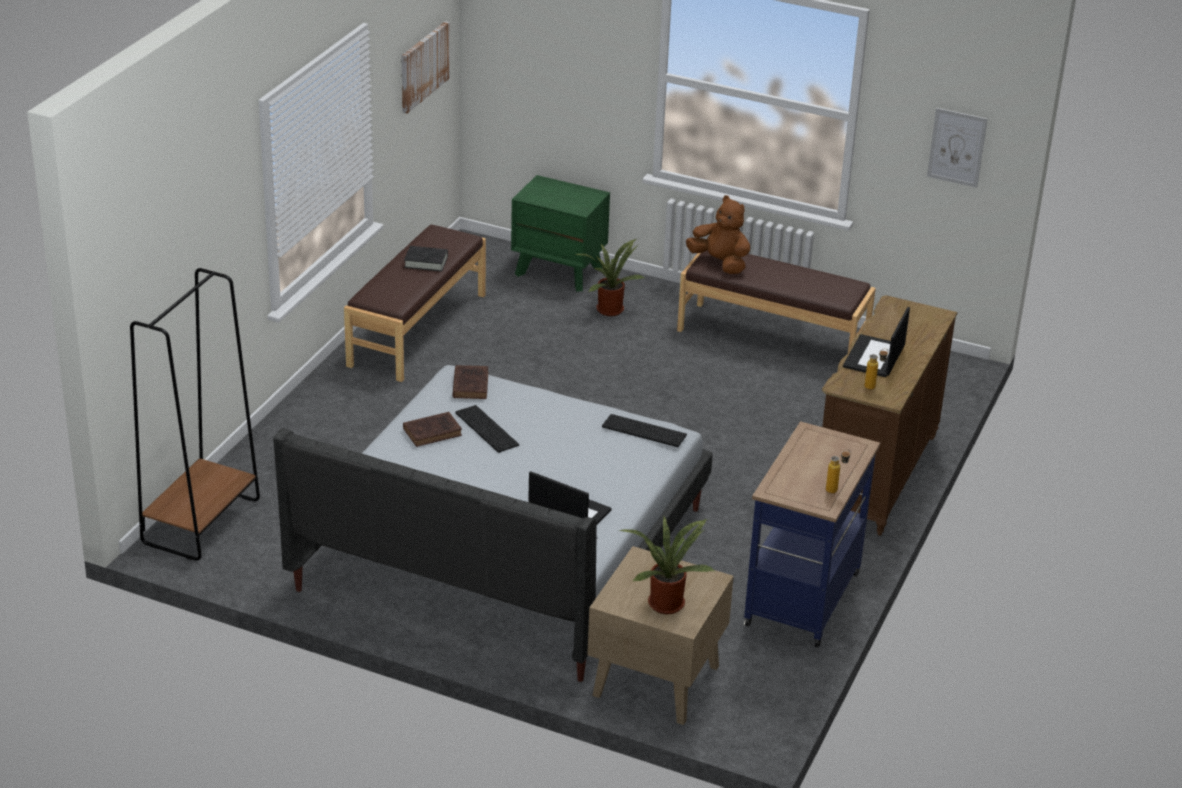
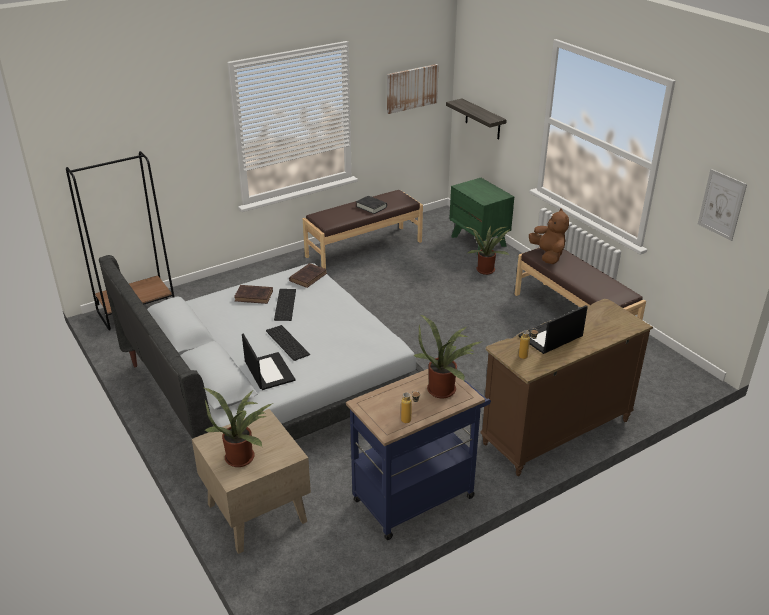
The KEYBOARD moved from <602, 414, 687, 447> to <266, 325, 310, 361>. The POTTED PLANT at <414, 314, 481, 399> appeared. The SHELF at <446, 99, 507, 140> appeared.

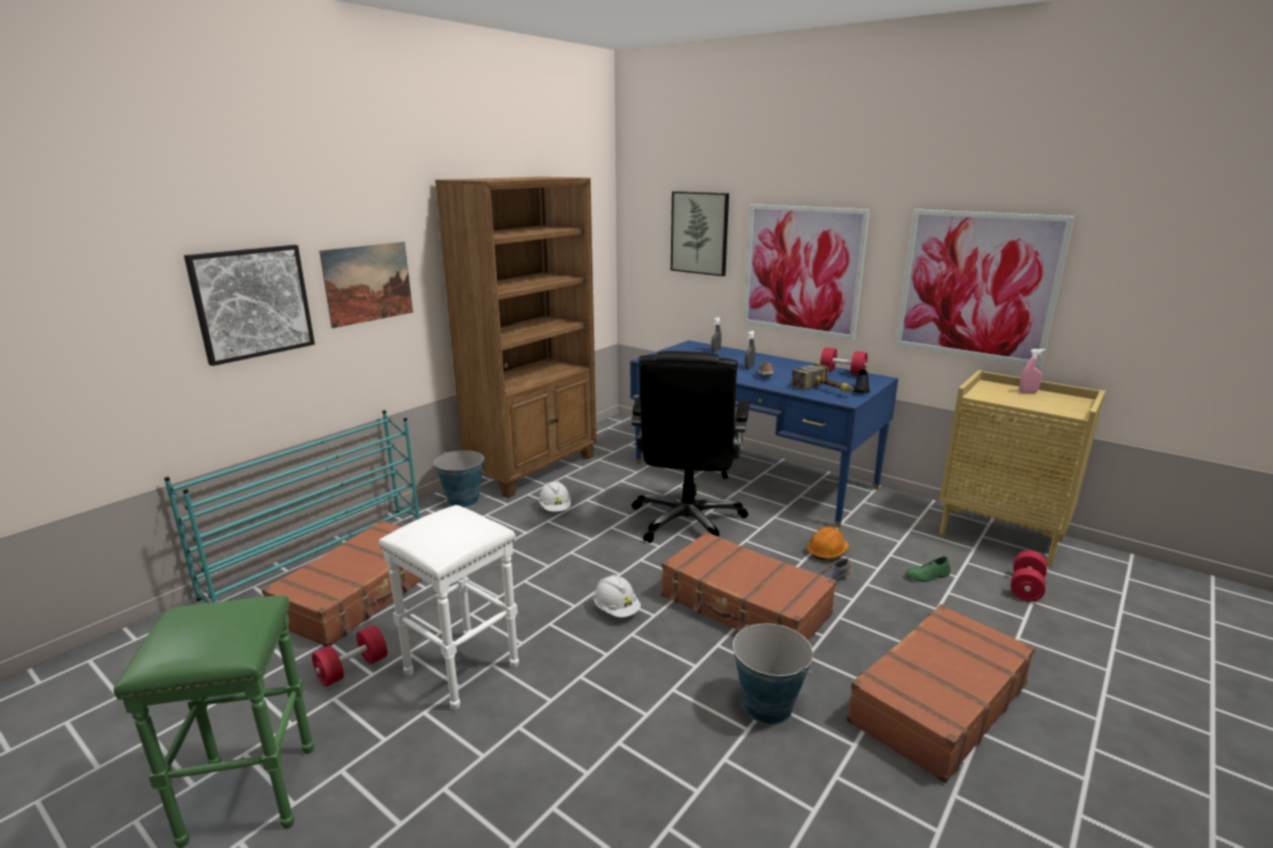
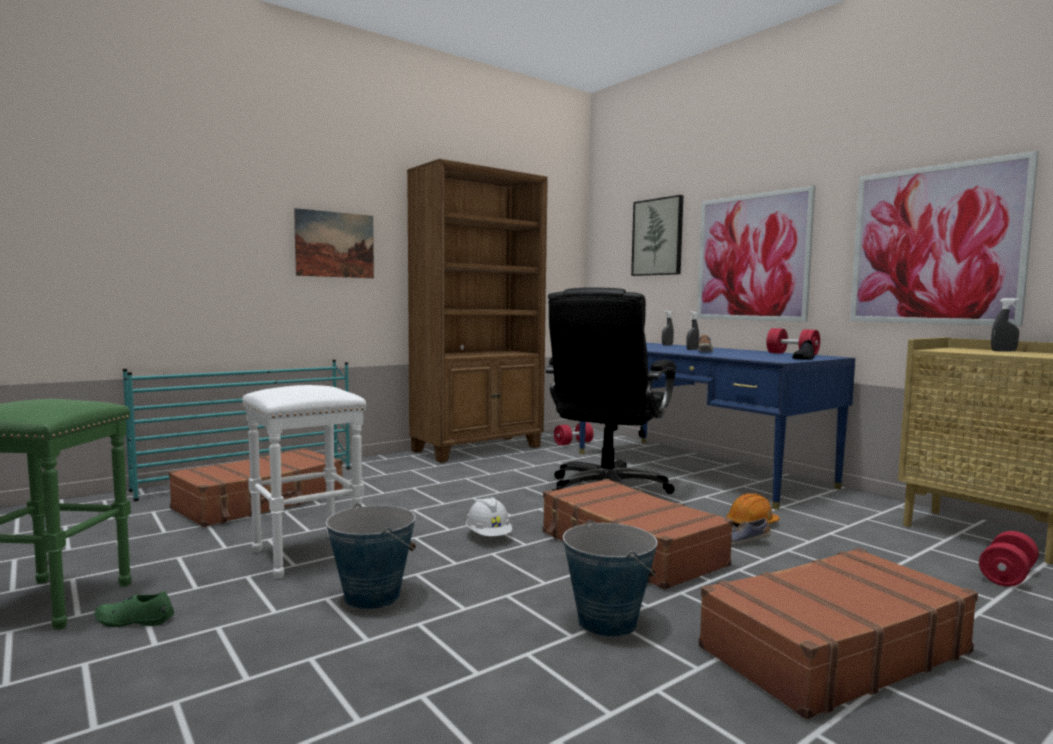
The GREEN SHOE moved from <906, 556, 951, 582> to <95, 591, 174, 627>. The BUCKET moved from <434, 450, 485, 508> to <326, 504, 416, 610>. The RED DUMBBELL moved from <312, 625, 387, 687> to <554, 422, 594, 445>. The PINK SPRAY BOTTLE at <1019, 349, 1045, 393> became the GREY SPRAY BOTTLE at <991, 298, 1019, 352>. The PICTURE at <184, 245, 315, 366> disappeared. The WHITE HARD HAT at <539, 481, 571, 512> disappeared. The HAMMER at <791, 363, 854, 393> disappeared.

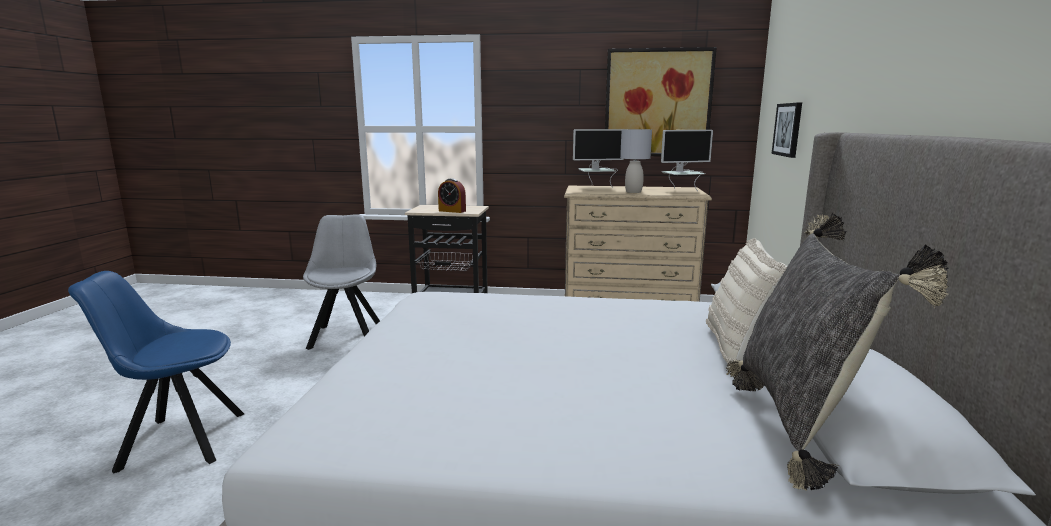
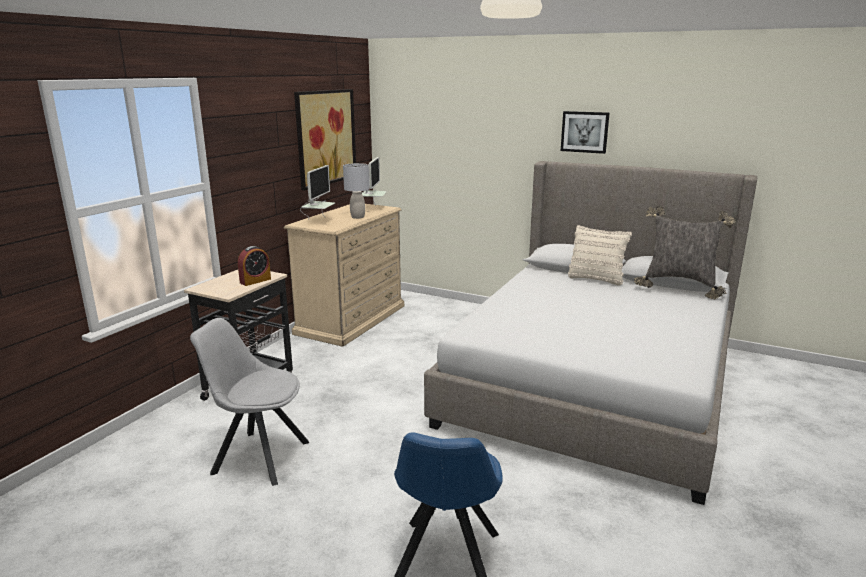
The PICTURE moved from <771, 103, 802, 158> to <561, 111, 610, 154>.

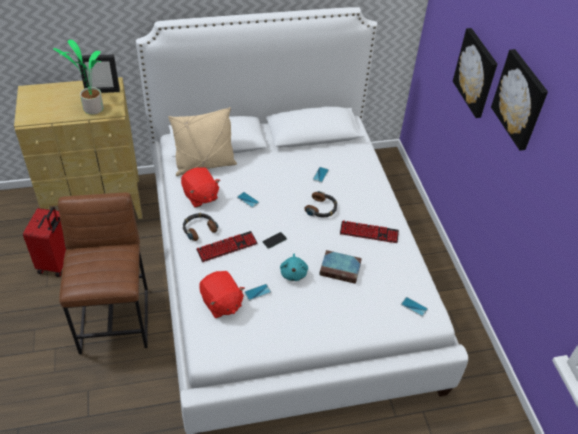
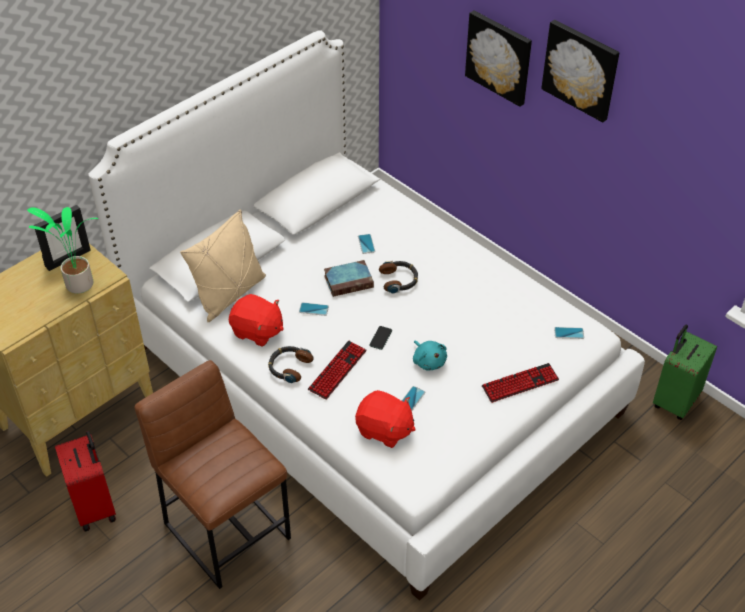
The BOOK moved from <319, 250, 362, 284> to <324, 260, 374, 297>. The KEYBOARD moved from <340, 220, 399, 243> to <482, 363, 559, 403>. The GREEN SUITCASE at <653, 325, 717, 420> appeared.

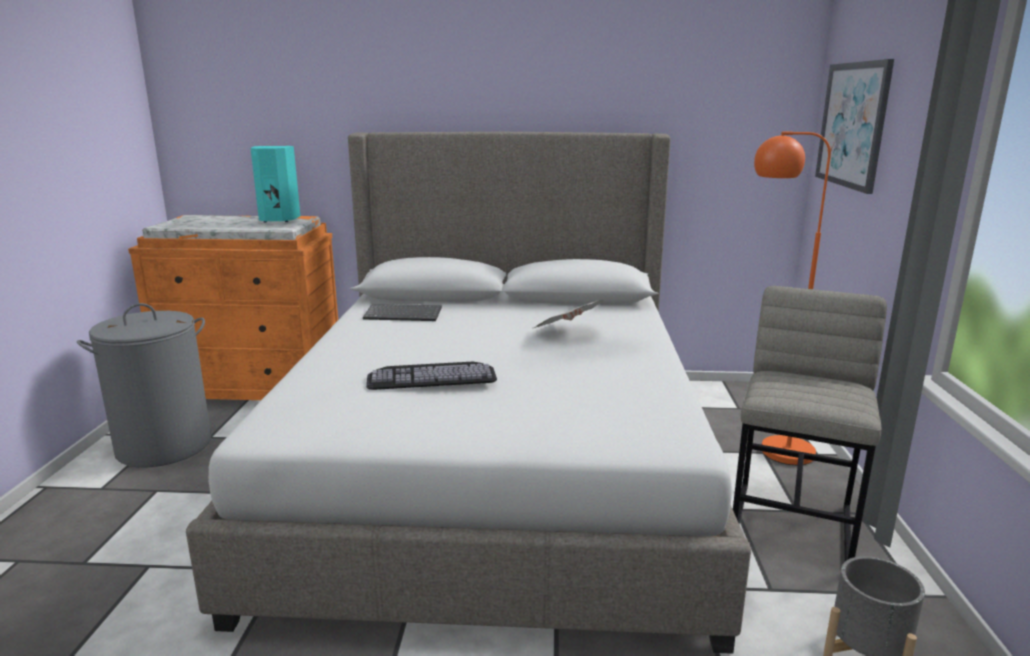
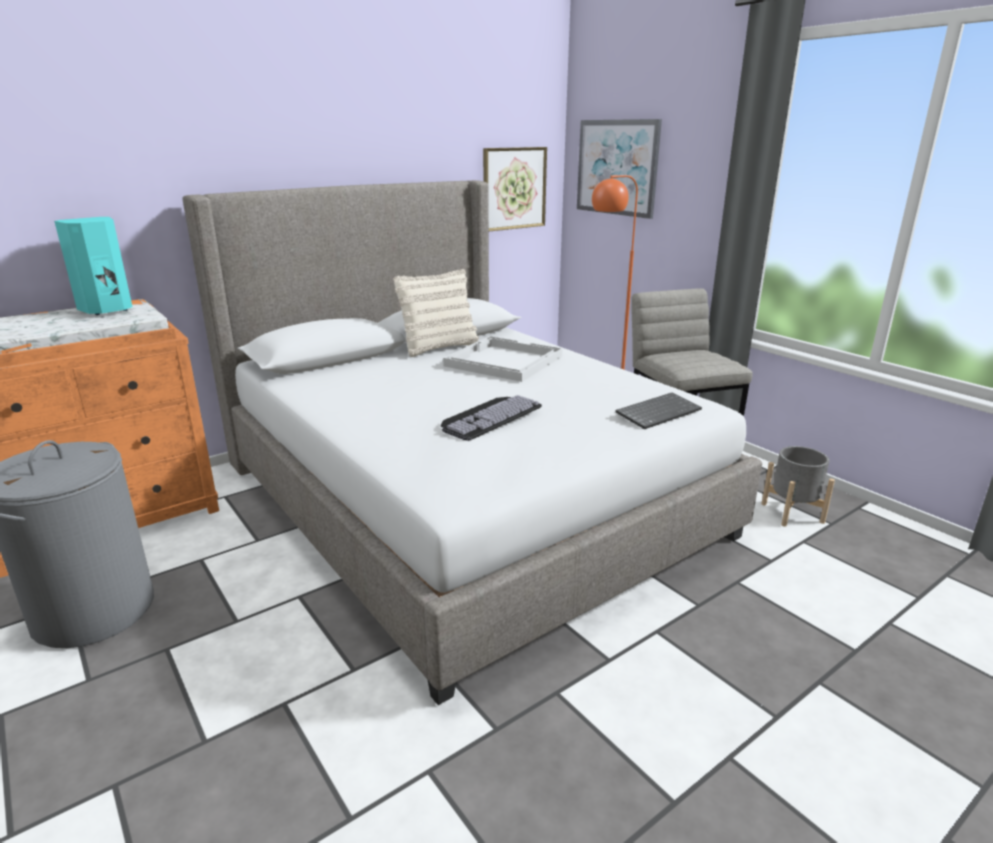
The BEIGE PILLOW at <393, 269, 479, 357> appeared. The NEWSPAPER at <534, 300, 604, 328> was replaced by the WHITE TRAY at <443, 336, 563, 382>. The PICTURE at <483, 147, 547, 231> appeared. The KEYBOARD moved from <363, 304, 442, 321> to <615, 392, 702, 429>.

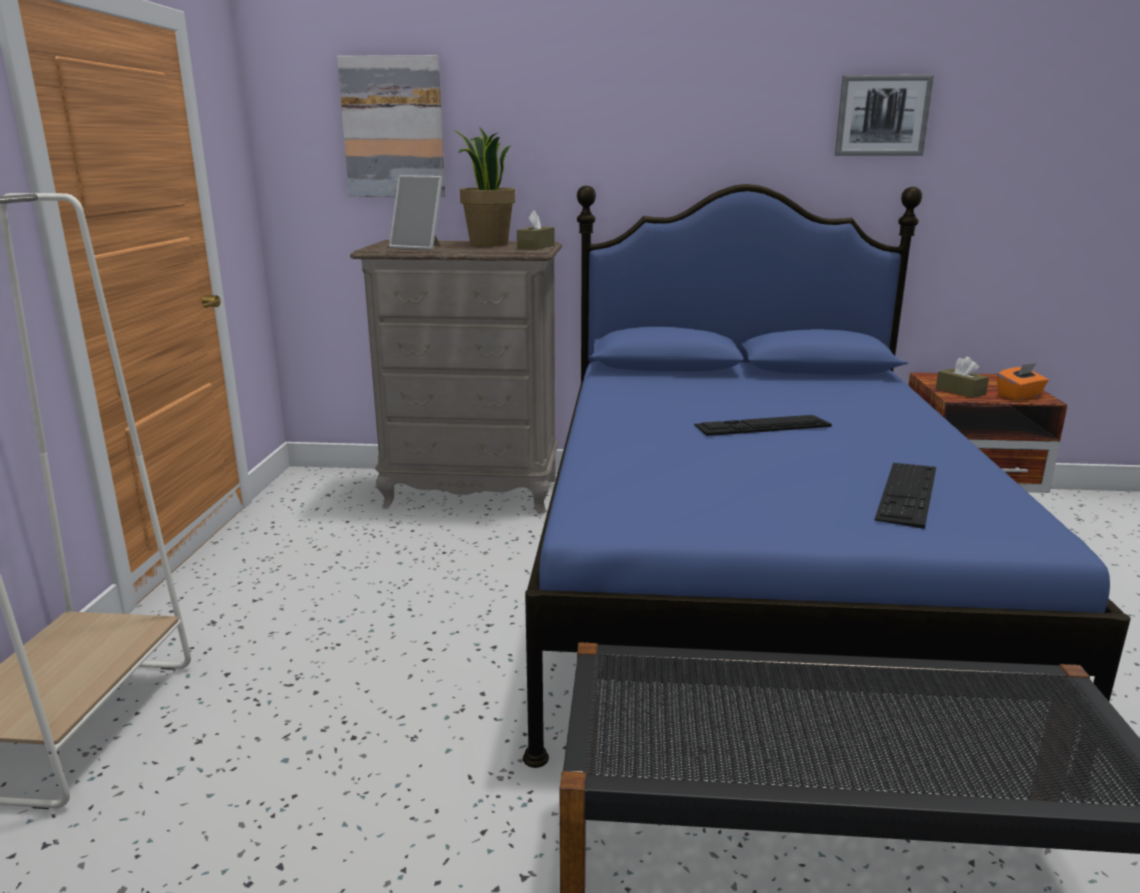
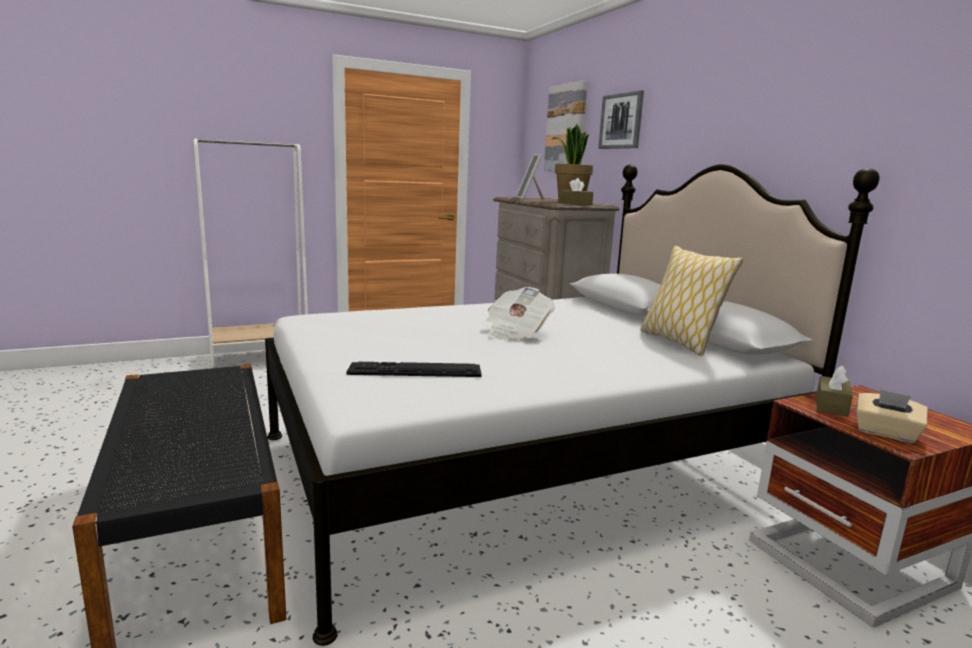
The BLUE BED at <523, 184, 1131, 798> became the WHITE BED at <265, 164, 880, 646>. The KEYBOARD at <694, 415, 832, 436> was replaced by the NEWSPAPER at <486, 287, 555, 340>. The PICTURE moved from <835, 75, 934, 156> to <598, 90, 644, 149>. The PILLOW at <640, 246, 743, 356> appeared. The ORANGE TISSUE BOX at <997, 363, 1049, 400> became the BEIGE TISSUE BOX at <856, 389, 927, 443>.

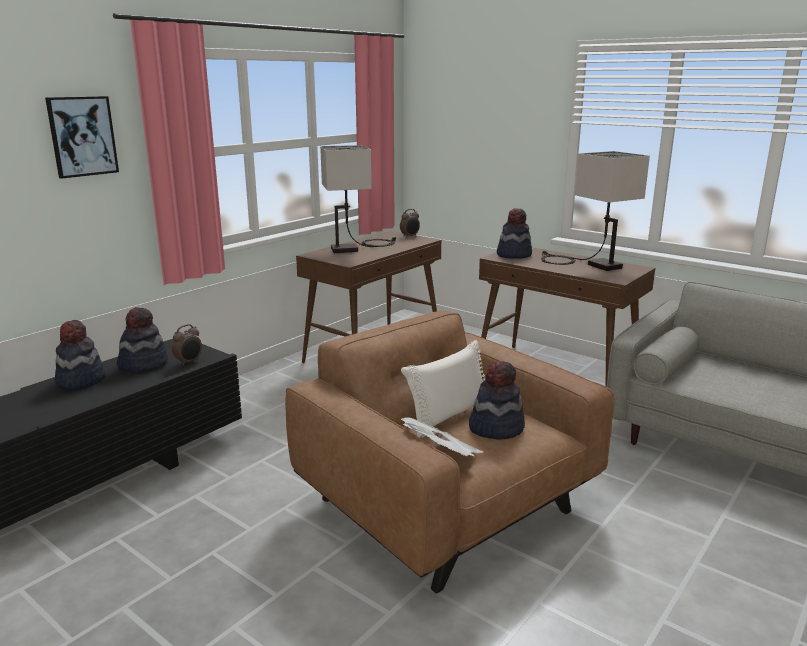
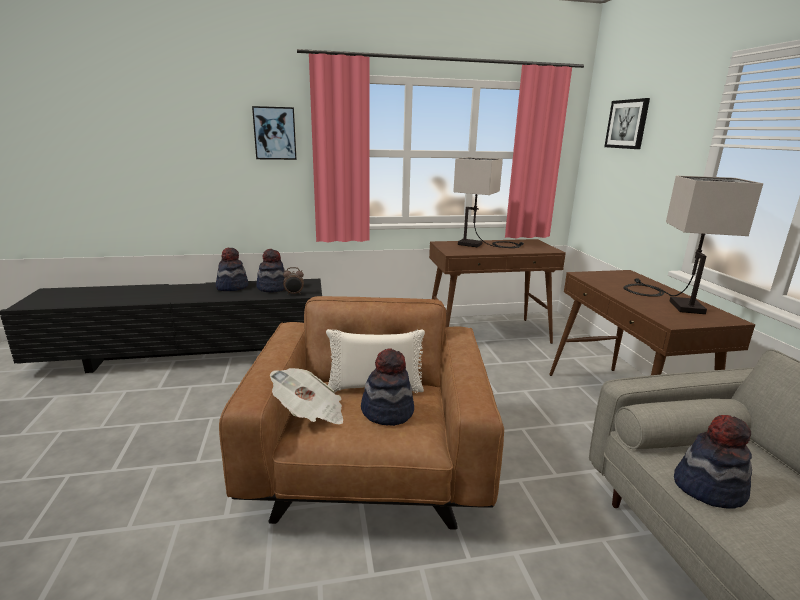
The PICTURE at <604, 98, 650, 149> appeared. The HAT moved from <497, 208, 532, 259> to <674, 415, 752, 508>. The ALARM CLOCK at <400, 209, 420, 238> disappeared.

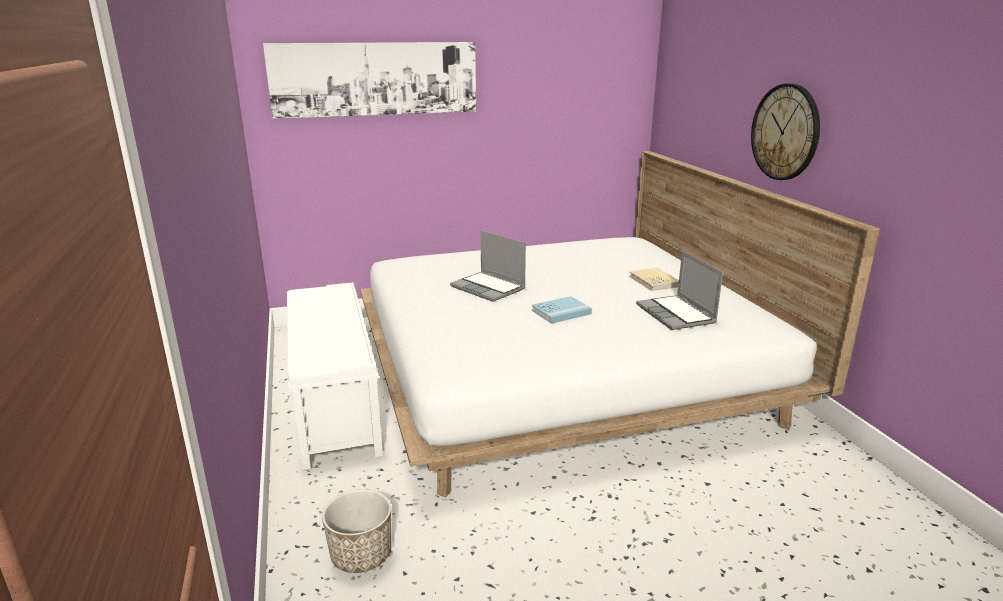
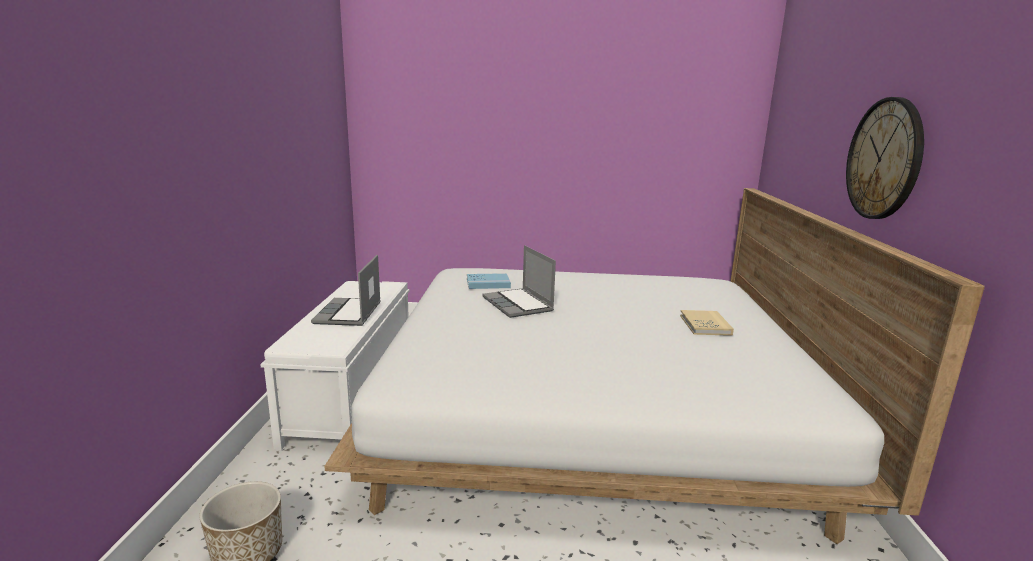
The LAPTOP moved from <636, 251, 723, 330> to <311, 255, 381, 326>. The BLUE BOOK moved from <532, 296, 592, 324> to <467, 273, 511, 289>. The PICTURE at <263, 42, 476, 119> disappeared.

